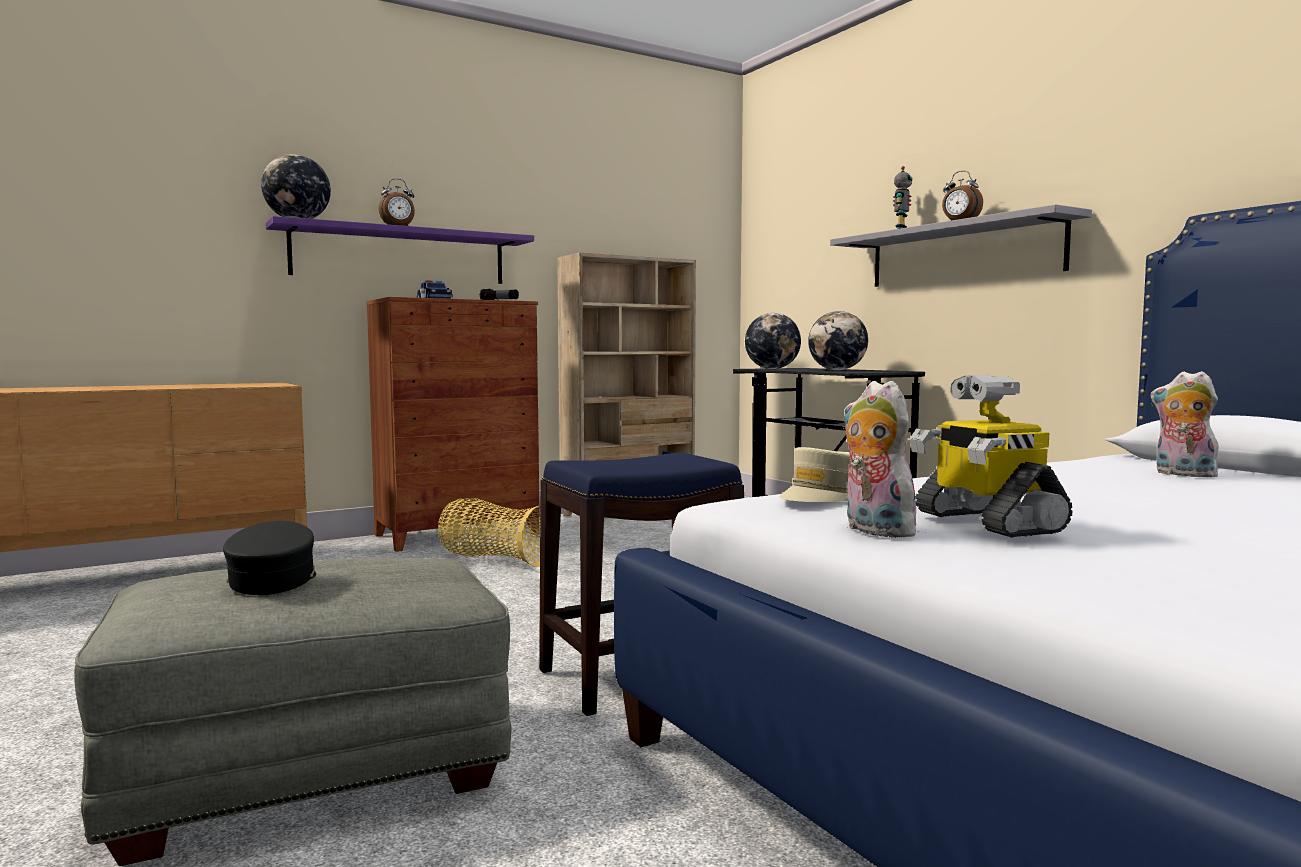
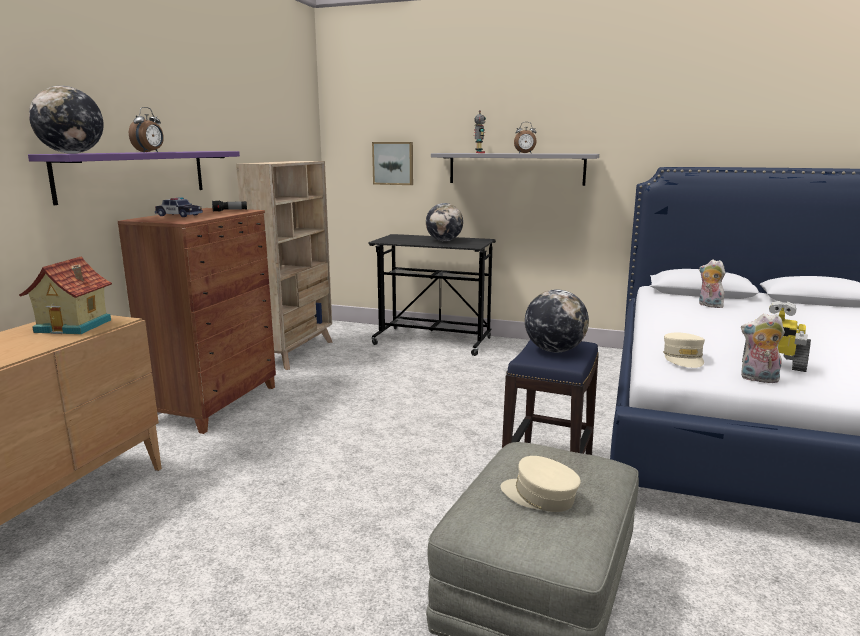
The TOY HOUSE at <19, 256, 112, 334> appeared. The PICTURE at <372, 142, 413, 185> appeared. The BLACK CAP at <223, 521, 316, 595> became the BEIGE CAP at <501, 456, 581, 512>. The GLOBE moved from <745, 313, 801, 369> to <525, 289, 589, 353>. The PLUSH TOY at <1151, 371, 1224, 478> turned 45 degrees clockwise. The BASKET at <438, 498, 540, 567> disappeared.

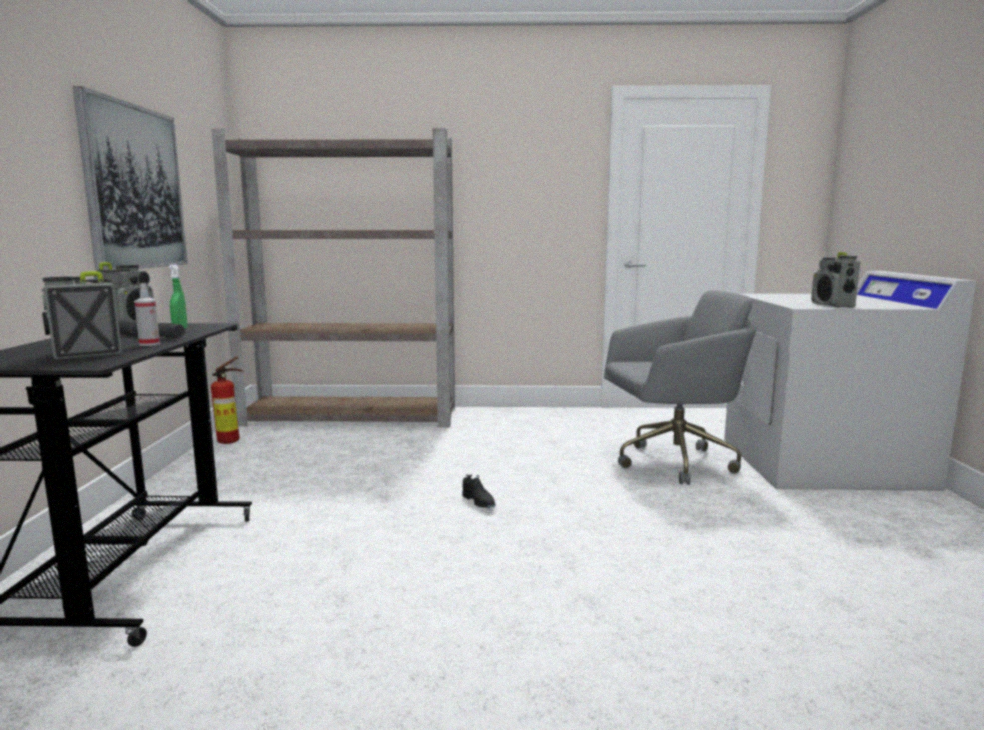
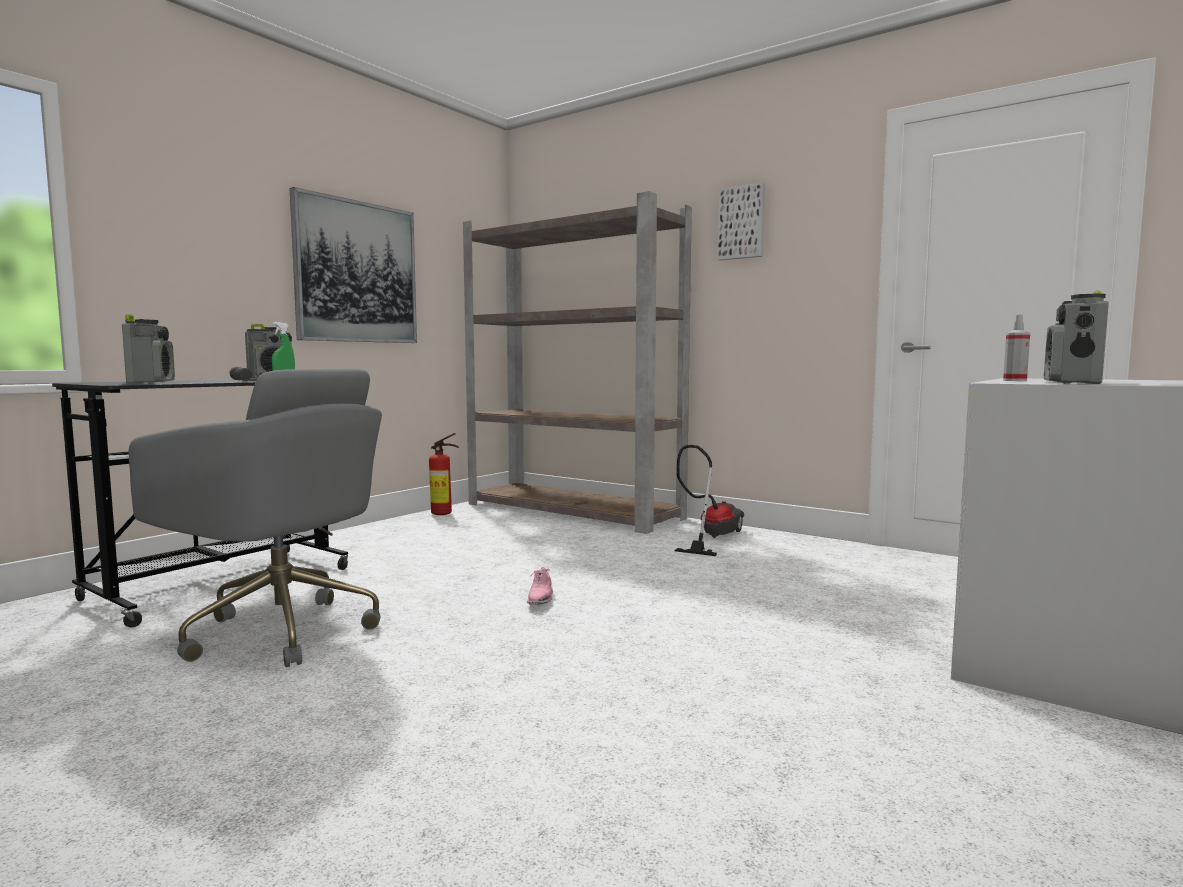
The RADIO at <41, 271, 122, 360> turned 75 degrees clockwise. The GREY OFFICE CHAIR moved from <604, 290, 756, 485> to <129, 369, 382, 667>. The BLACK SHOE at <463, 474, 496, 509> became the PINK SHOE at <527, 567, 553, 605>. The VACUUM CLEANER at <675, 445, 744, 556> appeared. The PICTURE at <717, 182, 765, 261> appeared. The SPRAY BOTTLE moved from <134, 283, 160, 346> to <1003, 315, 1030, 381>.

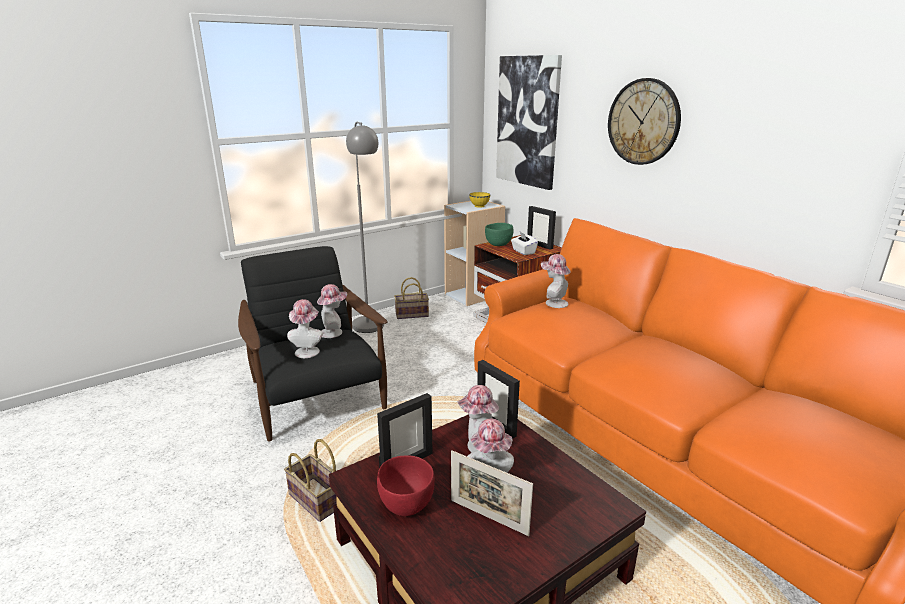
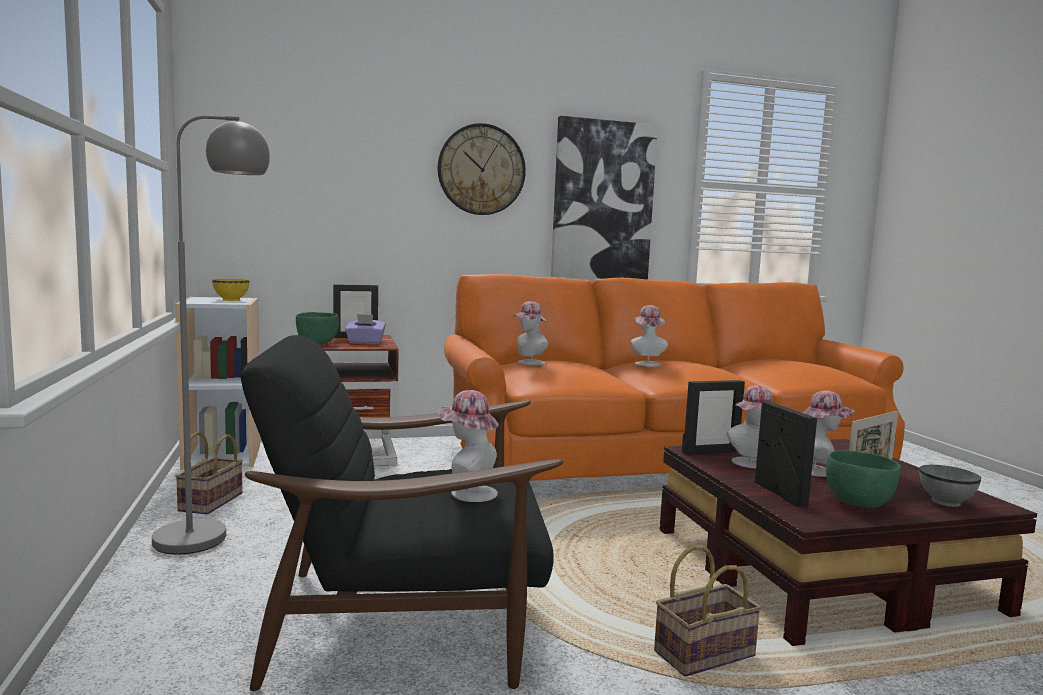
The WHITE TISSUE BOX at <511, 232, 538, 255> became the PURPLE TISSUE BOX at <345, 314, 386, 344>. The PICTURE moved from <496, 55, 562, 190> to <551, 116, 658, 280>. The HAT moved from <317, 284, 347, 338> to <630, 305, 668, 367>. The RED BOWL at <377, 455, 435, 516> became the GREEN BOWL at <826, 450, 901, 508>. The GREY BOWL at <919, 465, 981, 507> appeared.

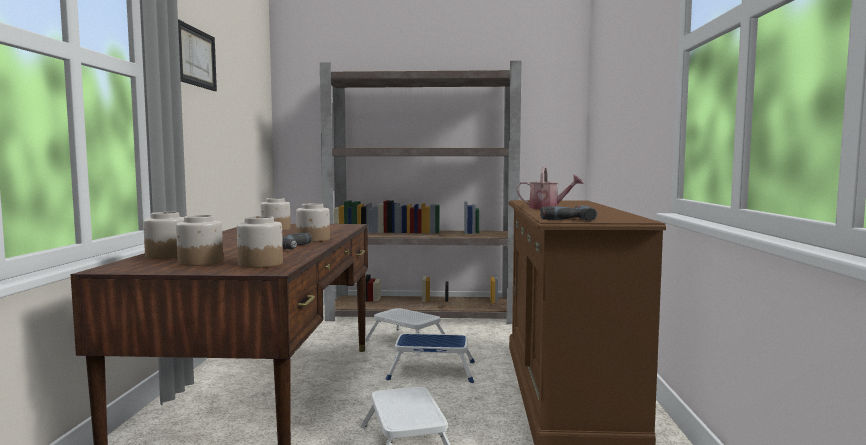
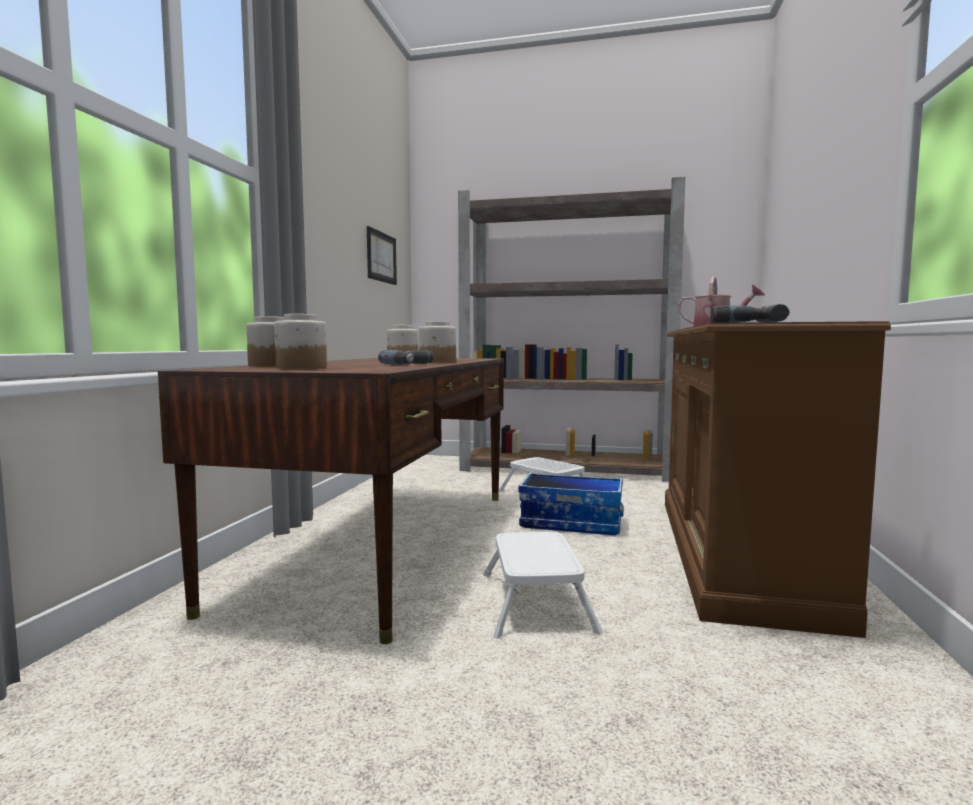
The PICTURE moved from <178, 19, 217, 91> to <367, 226, 397, 285>. The BLUE STEP LADDER at <386, 333, 475, 383> was replaced by the STORAGE BOX at <519, 473, 624, 535>. The JAR at <237, 216, 283, 268> disappeared.

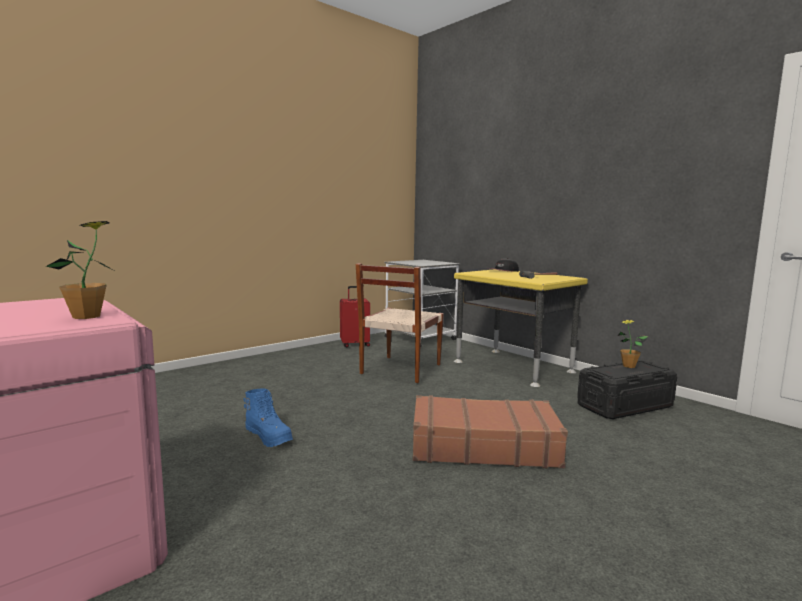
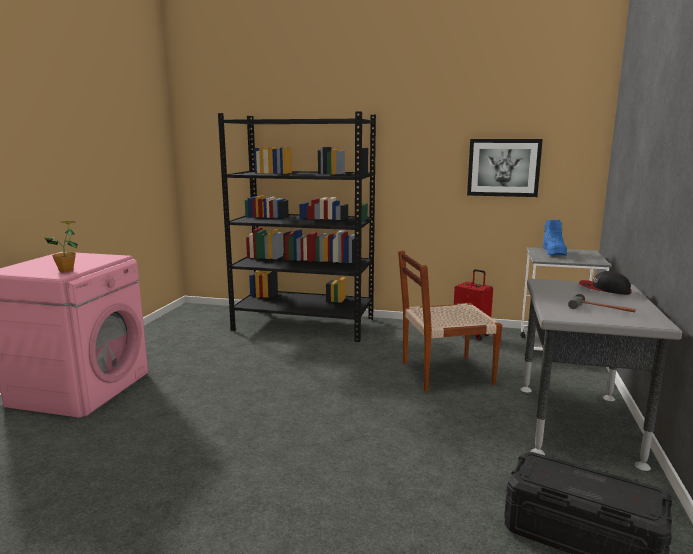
The BLACK BOOKCASE at <218, 111, 376, 342> appeared. The PICTURE at <467, 139, 543, 197> appeared. The YELLOW DESK at <454, 269, 588, 387> became the GREY DESK at <520, 279, 682, 471>. The BLUE BOOT moved from <244, 388, 293, 447> to <543, 220, 567, 256>. The BROWN SUITCASE at <413, 395, 568, 469> disappeared. The POTTED PLANT at <617, 319, 649, 368> disappeared.

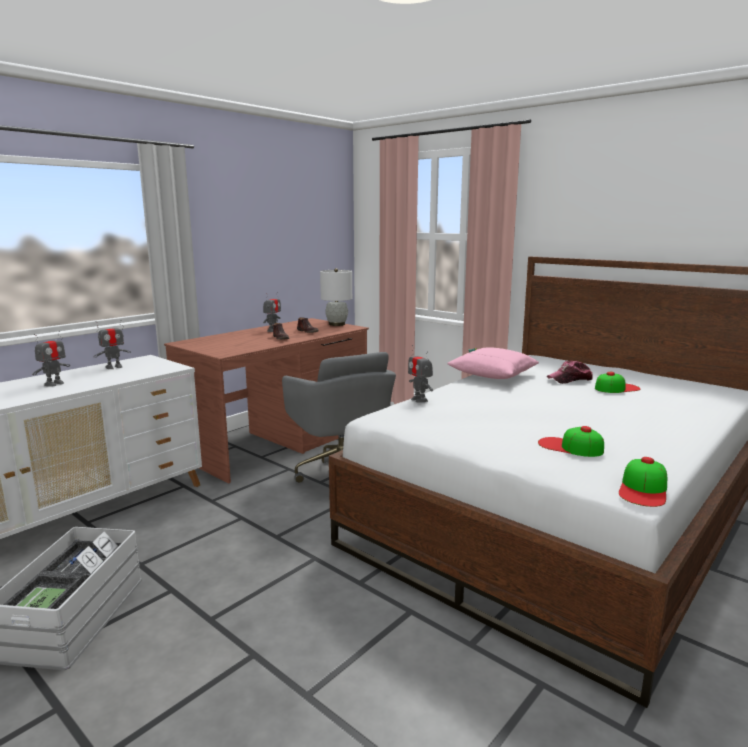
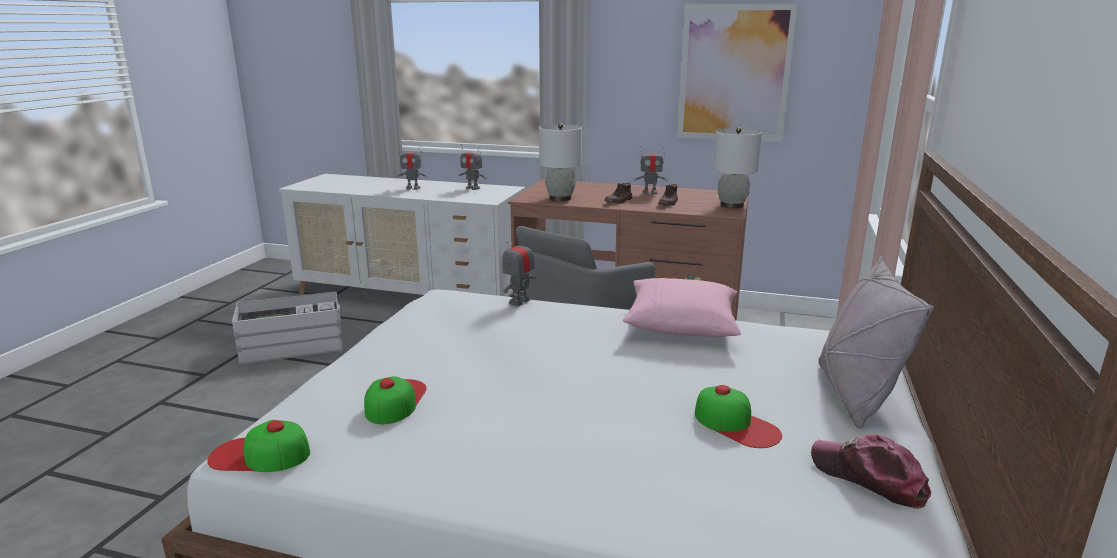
The WHITE TABLE LAMP at <539, 123, 582, 201> appeared. The PICTURE at <677, 3, 798, 142> appeared. The CAP moved from <547, 361, 593, 384> to <811, 434, 931, 509>. The PURPLE PILLOW at <818, 256, 934, 429> appeared.

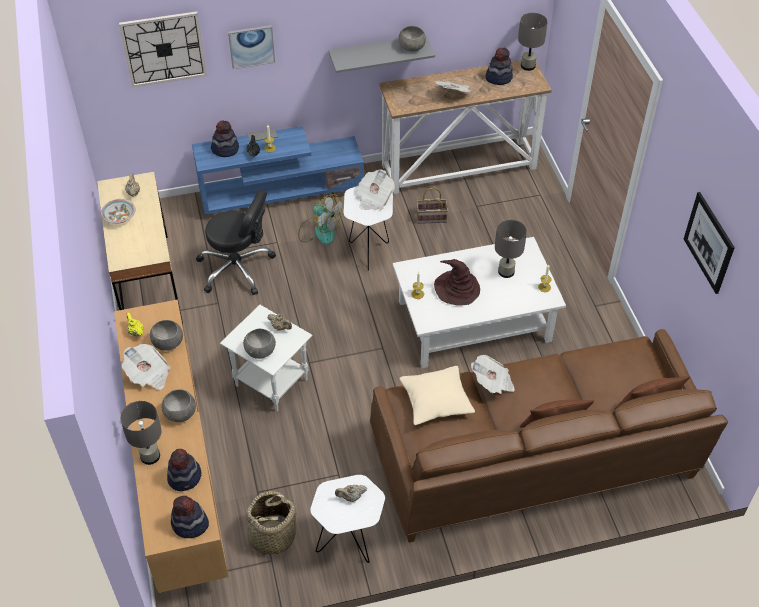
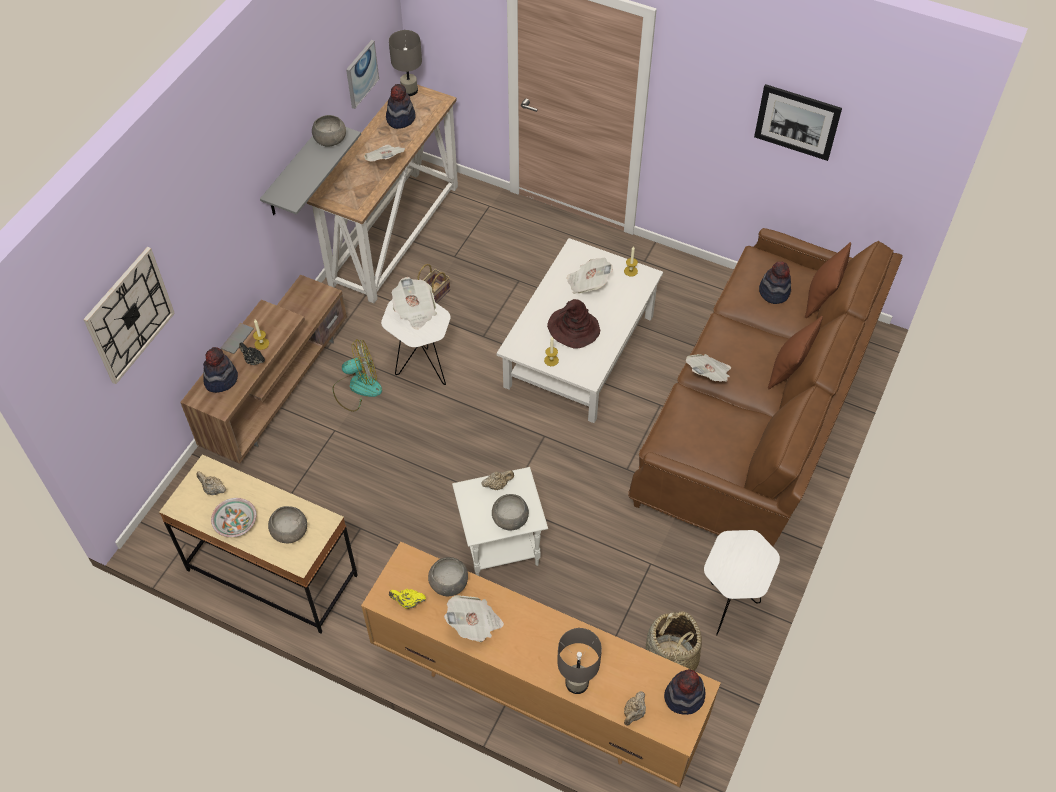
The BLUE TV STAND at <192, 126, 364, 215> became the BROWN TV STAND at <180, 275, 347, 464>. The GREY BOWL moved from <162, 389, 196, 422> to <268, 506, 307, 543>. The PICTURE moved from <228, 25, 275, 69> to <346, 40, 379, 109>. The GREY TABLE LAMP at <495, 220, 527, 278> was replaced by the NEWSPAPER at <566, 258, 613, 294>. The BEIGE TEAPOT moved from <335, 485, 367, 502> to <624, 691, 646, 726>. The HAT moved from <167, 449, 201, 491> to <759, 261, 791, 304>. The BLACK OFFICE CHAIR at <196, 189, 276, 295> disappeared. The BEIGE PILLOW at <399, 366, 475, 425> disappeared.

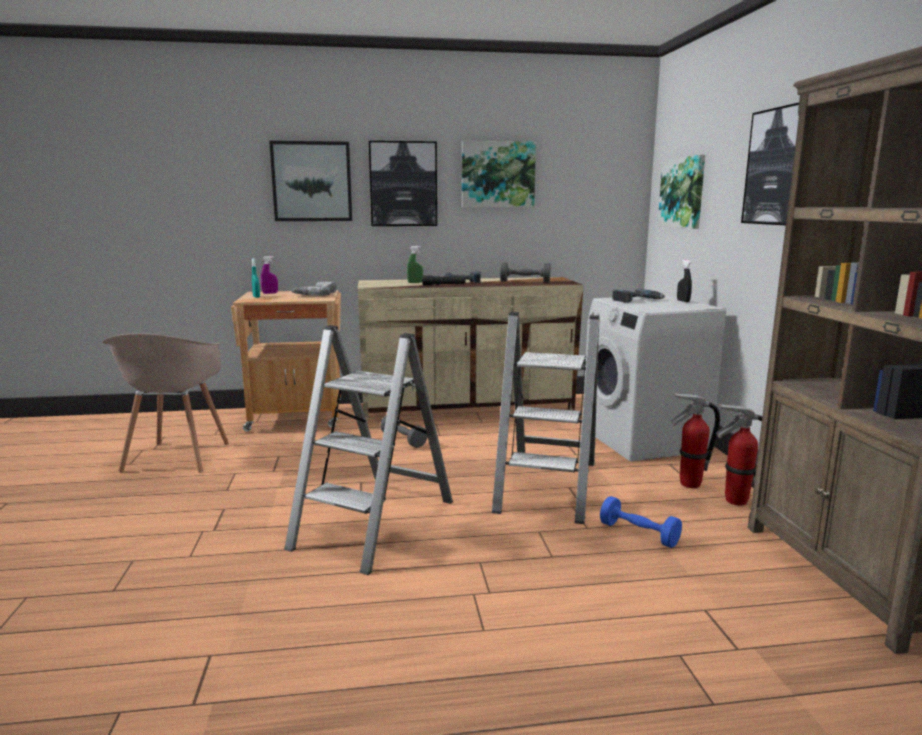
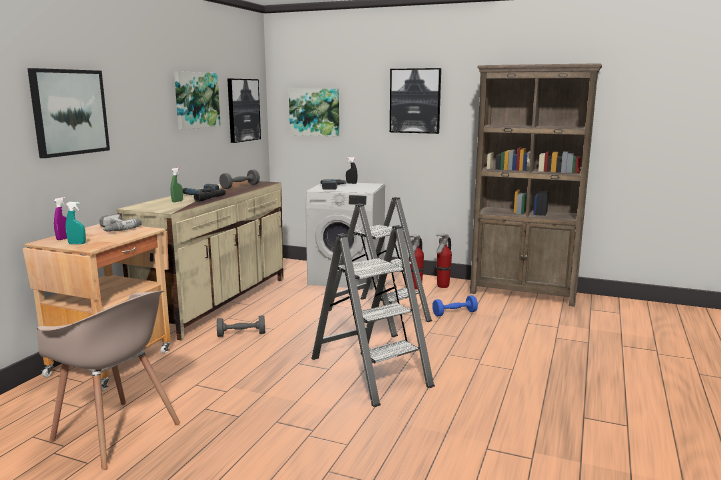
The PICTURE moved from <369, 141, 437, 226> to <227, 79, 261, 143>.

